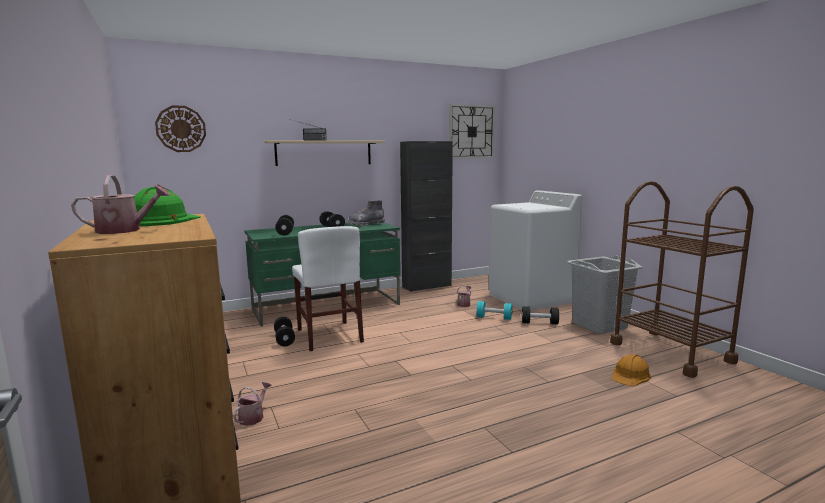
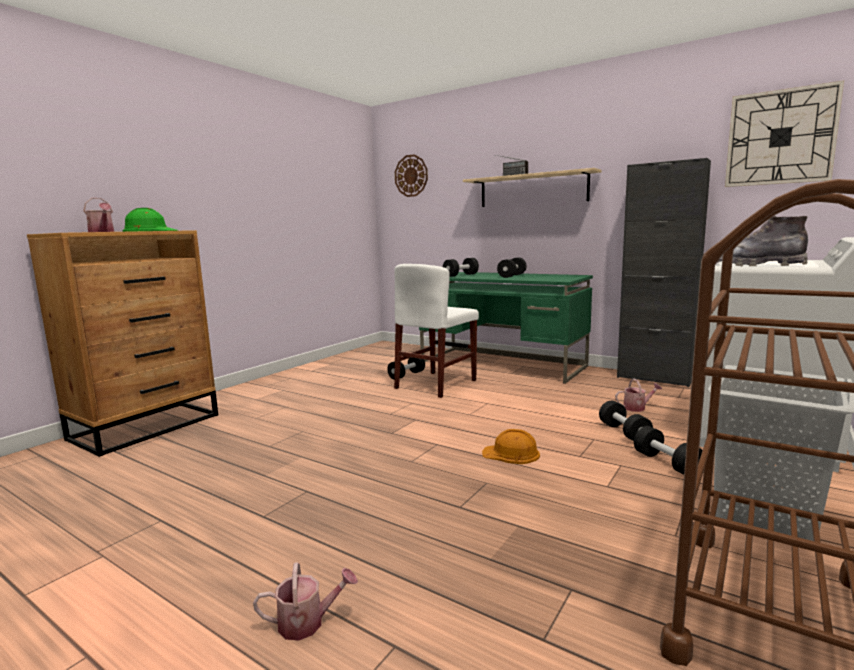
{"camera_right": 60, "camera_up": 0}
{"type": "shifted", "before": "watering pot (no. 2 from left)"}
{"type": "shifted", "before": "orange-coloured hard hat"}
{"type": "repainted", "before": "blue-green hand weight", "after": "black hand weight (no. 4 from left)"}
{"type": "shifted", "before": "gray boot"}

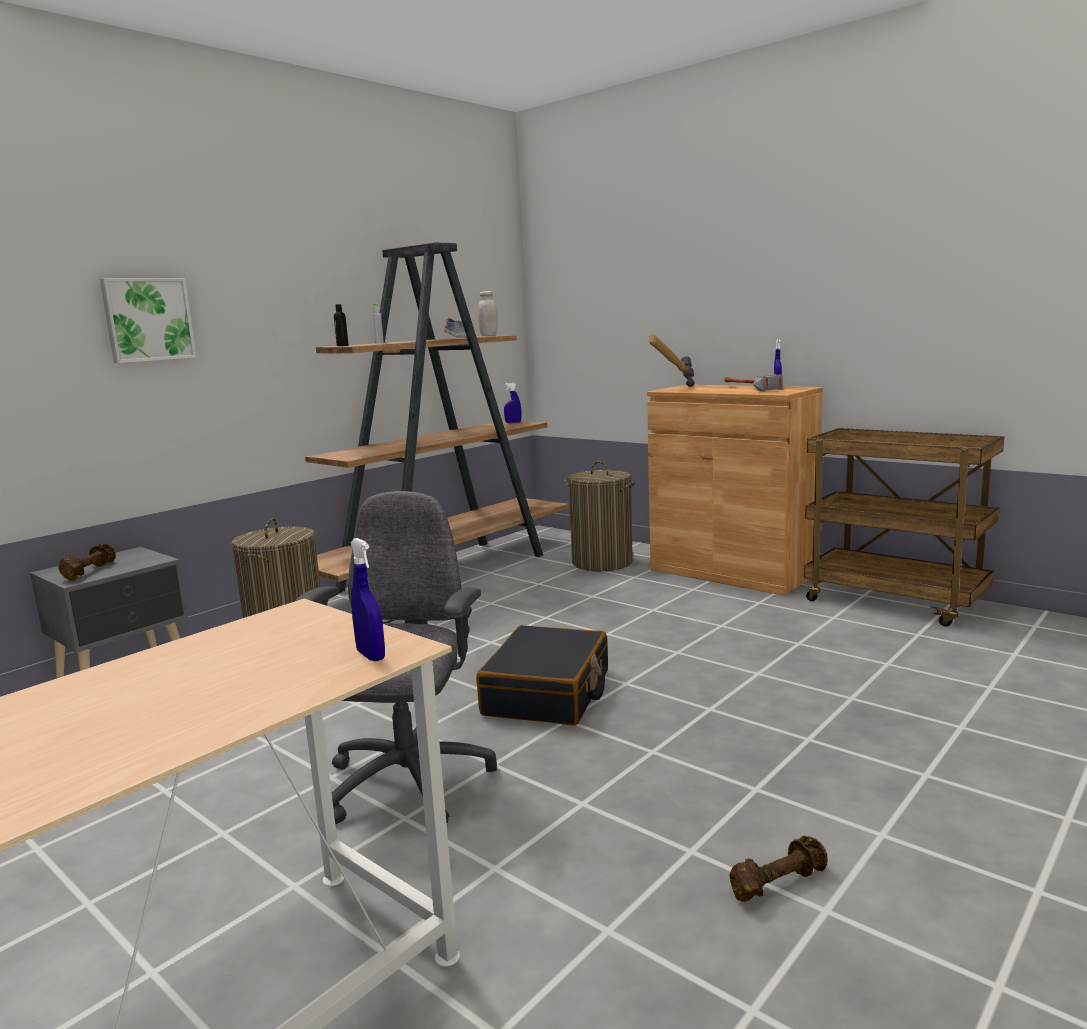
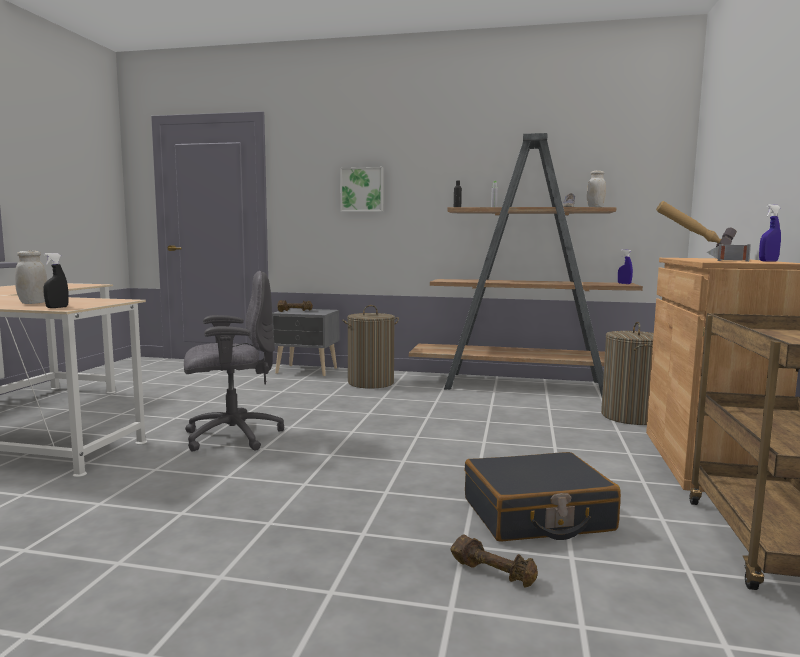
{"camera_right": 60, "camera_up": -5}
{"type": "new", "after": "white preserve jar (no. 1 from left)"}
{"type": "repainted", "before": "bluish spray bottle (no. 1 from left)", "after": "black spray bottle"}
{"type": "shifted", "before": "brownish hand weight (no. 2 from left)"}
{"type": "shifted", "before": "black piece of luggage"}

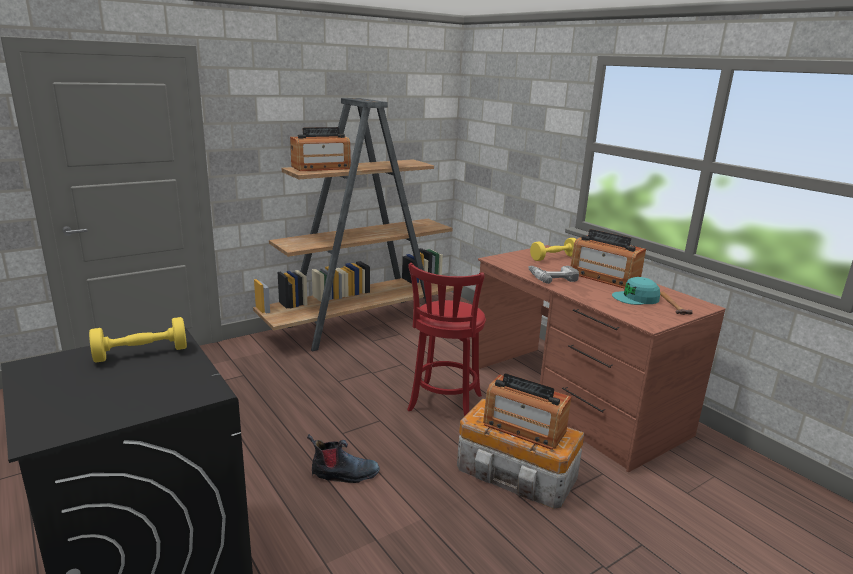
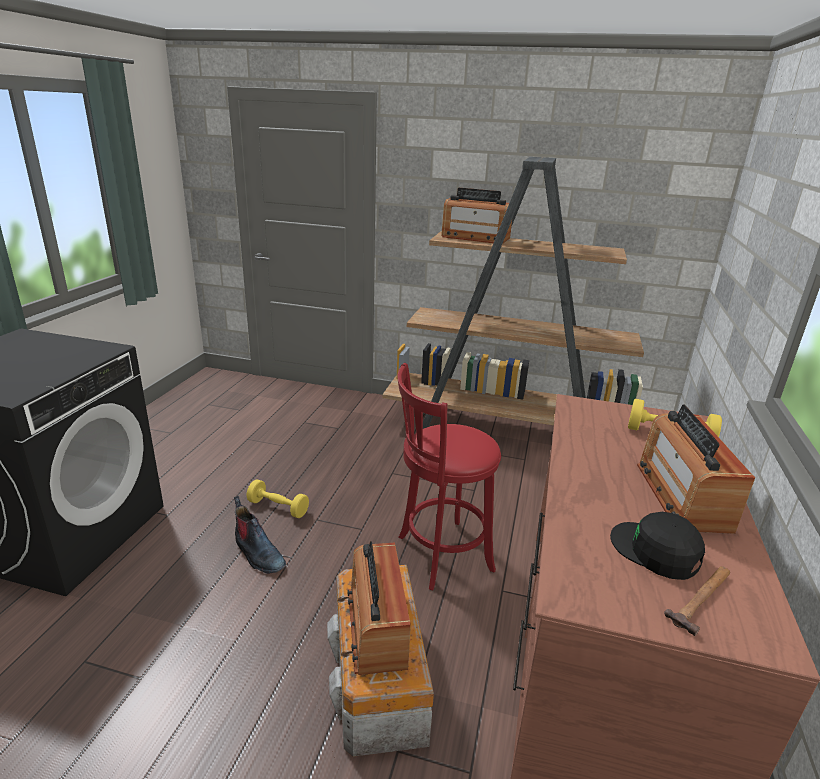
{"camera_right": 50, "camera_up": 5}
{"type": "shifted", "before": "yellowish hand weight (no. 1 from left)"}
{"type": "repainted", "before": "blue-green peaked cap", "after": "black peaked cap"}
{"type": "gone", "before": "power drill"}

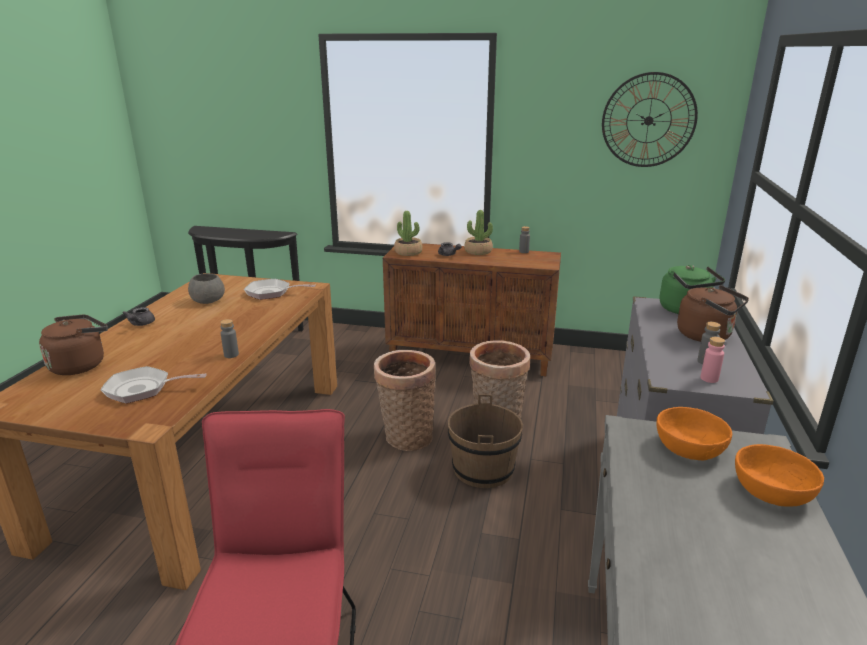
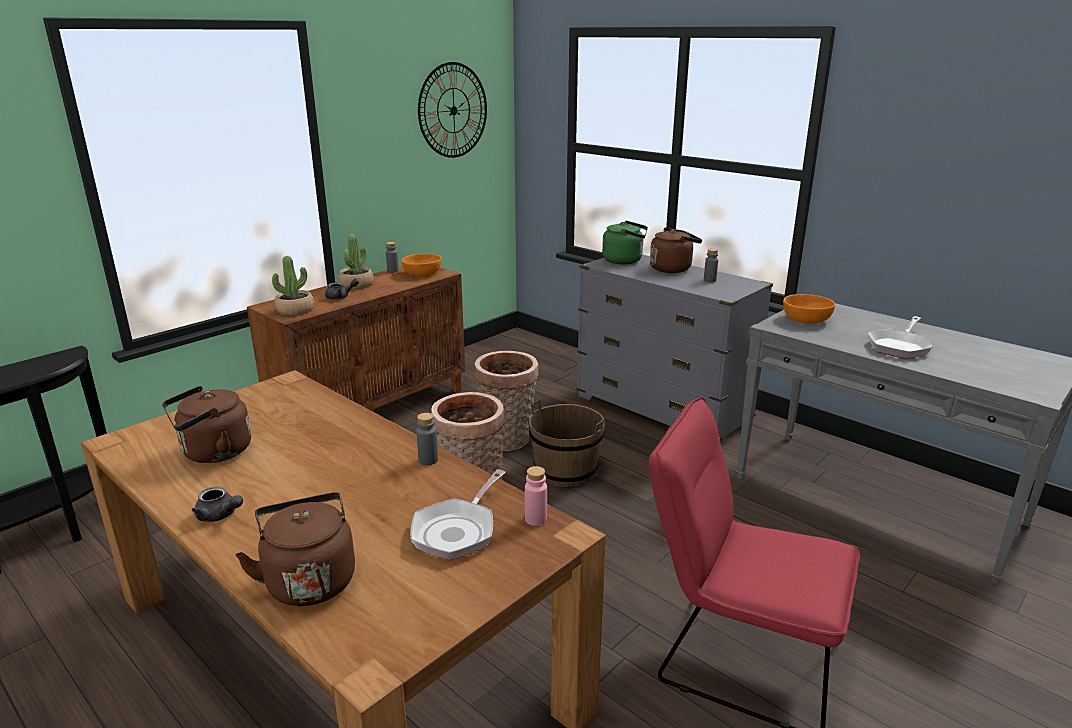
{"camera_right": -60, "camera_up": 0}
{"type": "swapped", "before": "gray bowl", "after": "brownish kettle (no. 1 from left)"}
{"type": "shifted", "before": "orange-coloured bowl (no. 2 from left in the first image)", "after": "orange-coloured bowl (no. 1 from left)"}
{"type": "shifted", "before": "pinkish beverage bottle"}
{"type": "shifted", "before": "skillet (no. 2 from left)"}

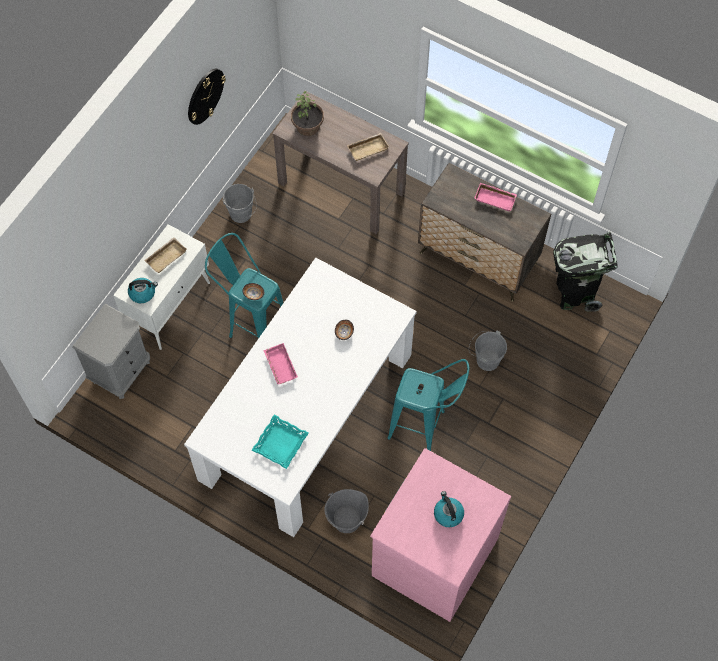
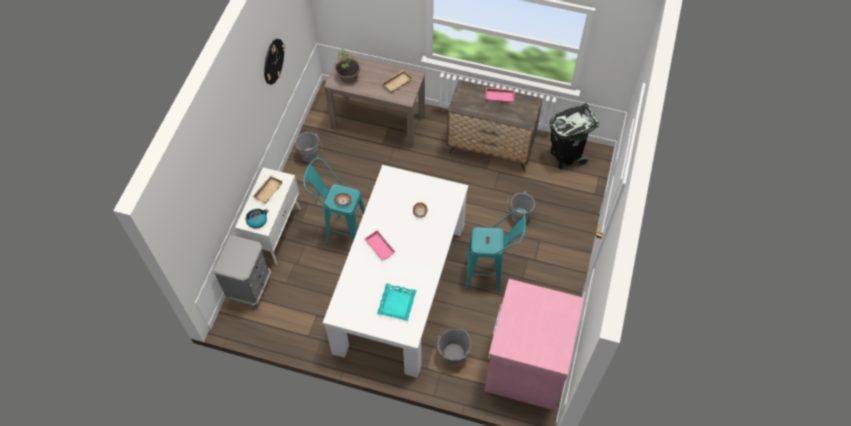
{"camera_right": -15, "camera_up": -5}
{"type": "gone", "before": "kettle (no. 2 from left)"}

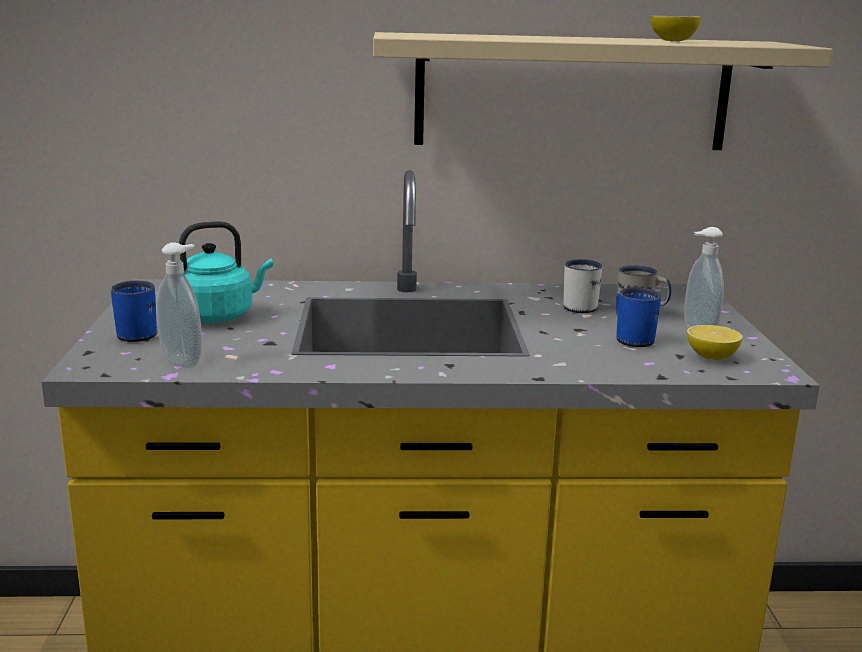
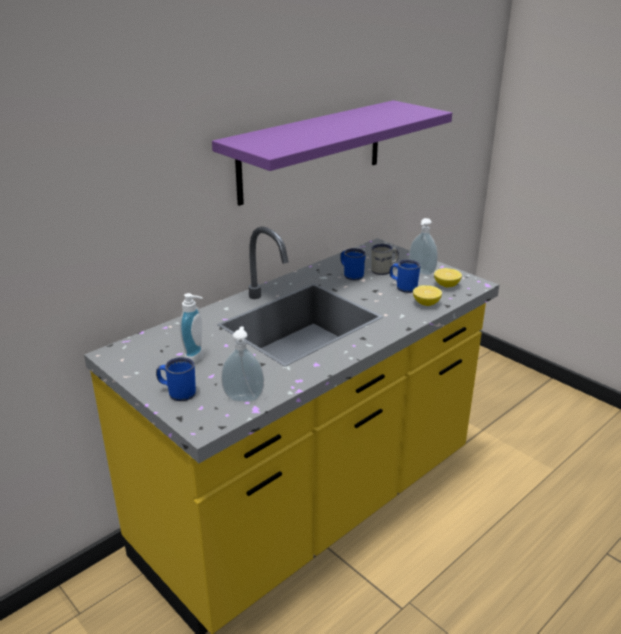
{"camera_right": -40, "camera_up": 10}
{"type": "swapped", "before": "blue-green kettle", "after": "liquid soap bottle (no. 1 from left)"}
{"type": "repainted", "before": "sand-coloured bracket shelf", "after": "purplish bracket shelf"}
{"type": "repainted", "before": "white mug (no. 1 from left)", "after": "bluish mug (no. 2 from left)"}
{"type": "shifted", "before": "lemon (no. 1 from left)"}

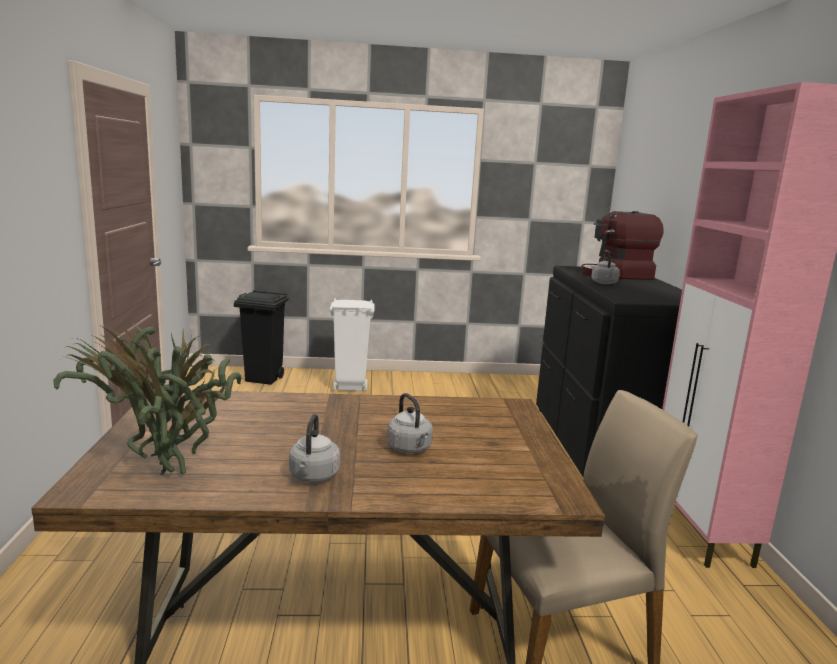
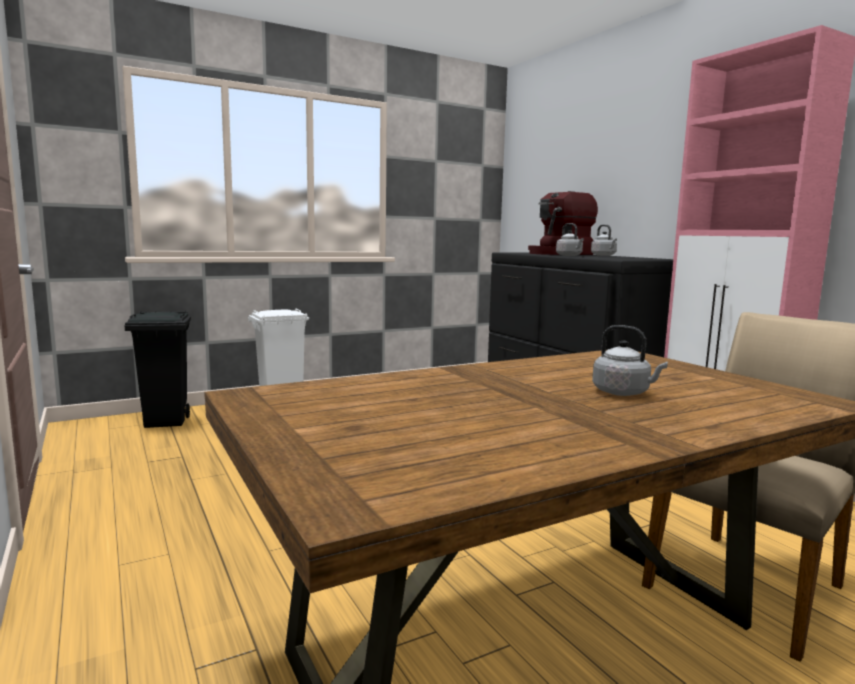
{"camera_right": -25, "camera_up": -5}
{"type": "shifted", "before": "gray kettle (no. 1 from left in the first image)", "after": "gray kettle (no. 2 from left)"}
{"type": "gone", "before": "plant in a pot"}

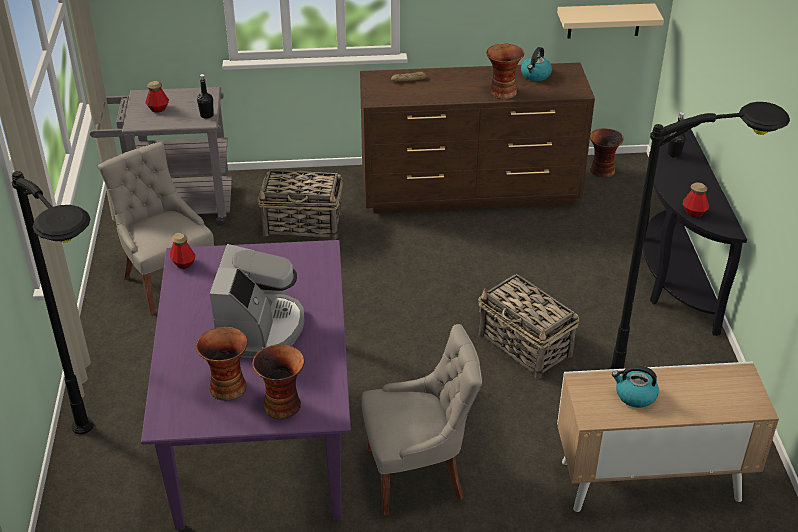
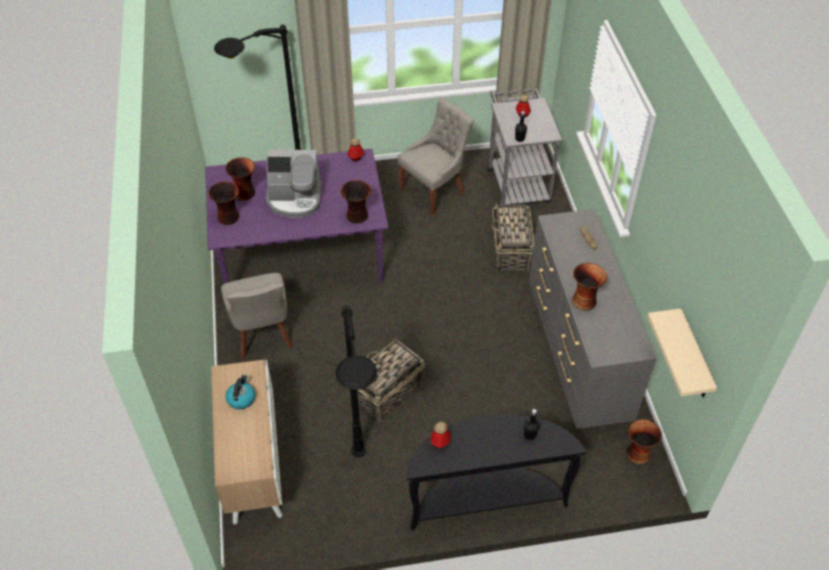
{"camera_right": 85, "camera_up": 10}
{"type": "new", "after": "flower vase (no. 3 from left)"}
{"type": "repainted", "before": "brownish dresser", "after": "gray dresser"}
{"type": "gone", "before": "kettle (no. 1 from left)"}

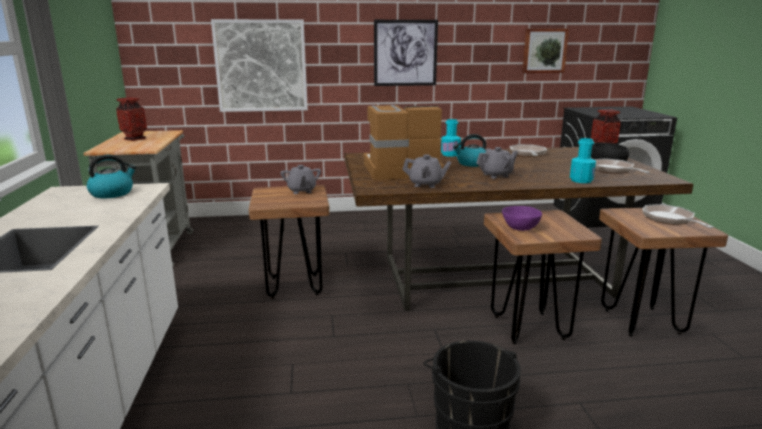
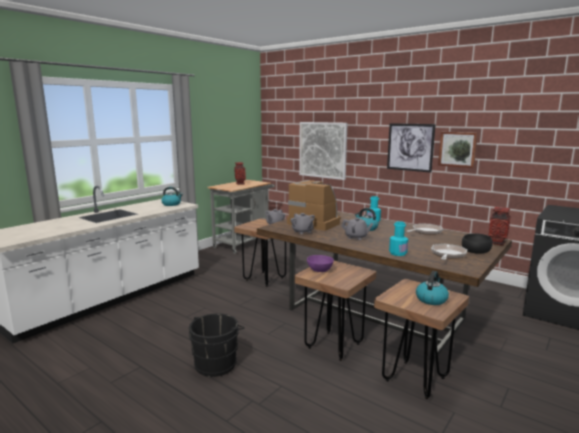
{"camera_right": 45, "camera_up": -5}
{"type": "swapped", "before": "skillet (no. 3 from left)", "after": "kettle (no. 3 from left)"}
{"type": "shifted", "before": "picture (no. 3 from left)"}

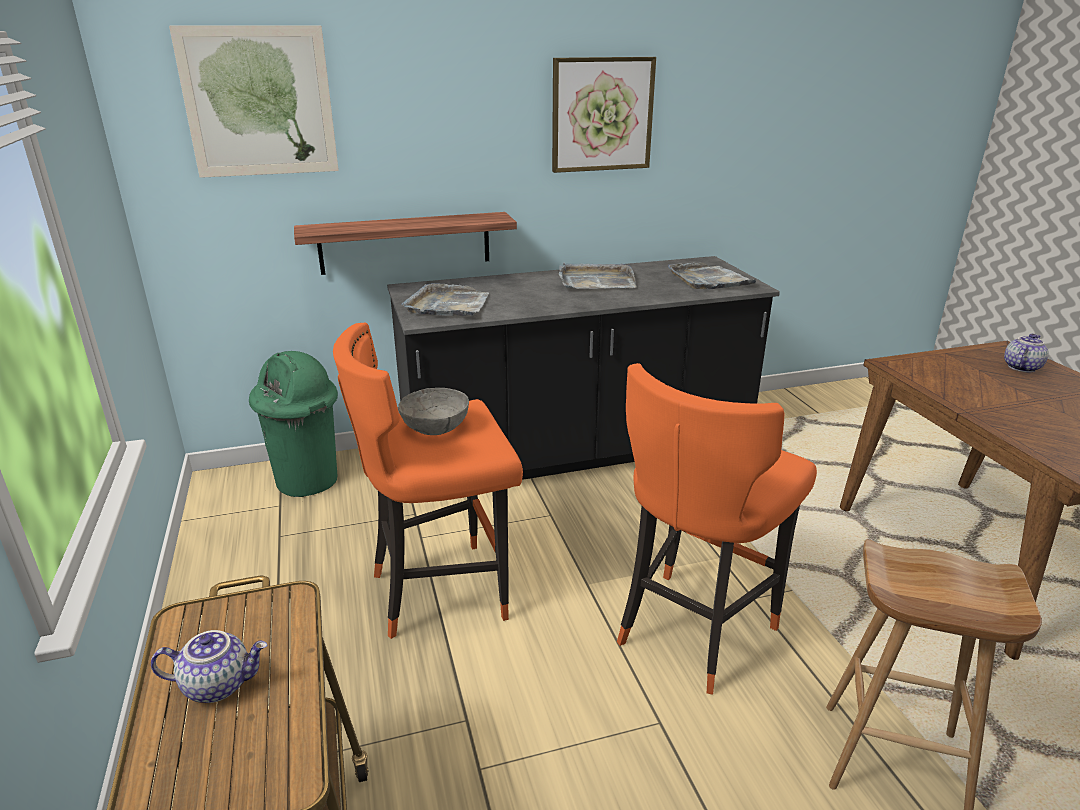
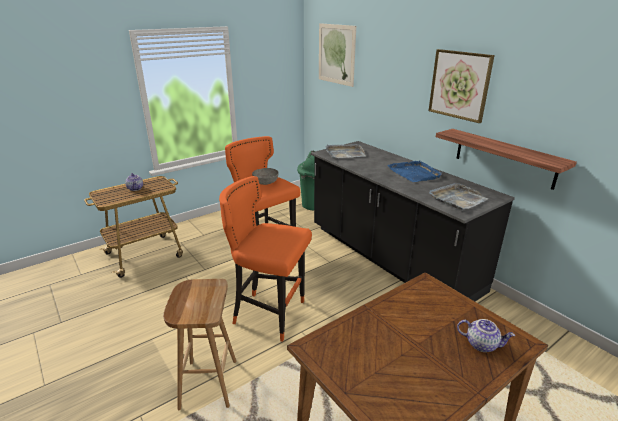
{"camera_right": 70, "camera_up": 0}
{"type": "repainted", "before": "gray serving tray (no. 2 from left)", "after": "bluish serving tray"}
{"type": "shifted", "before": "bracket shelf"}

